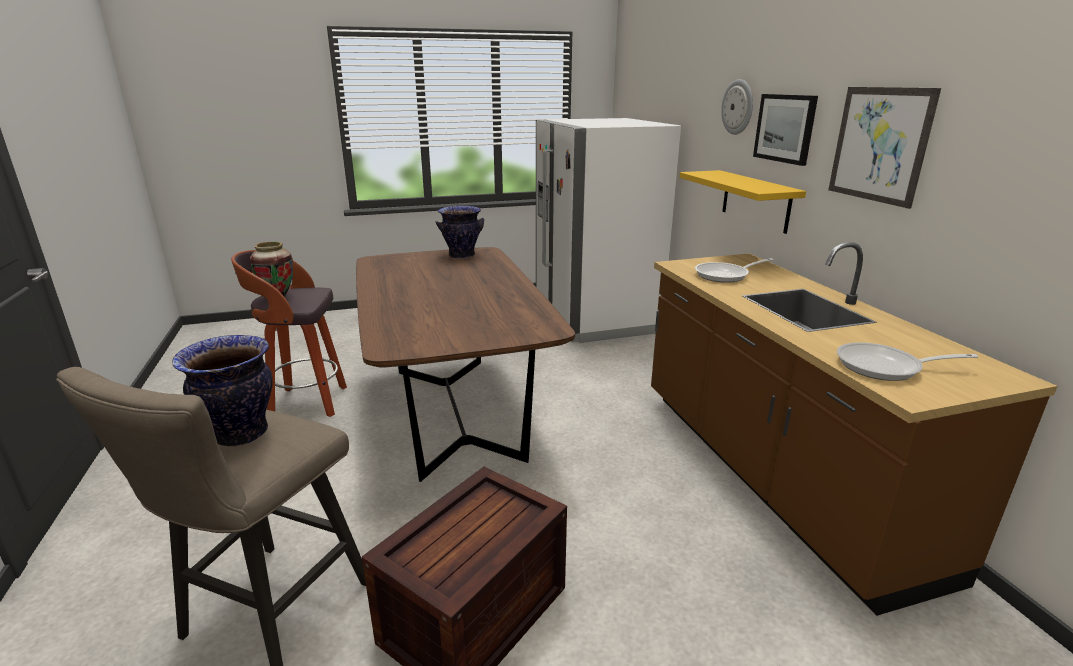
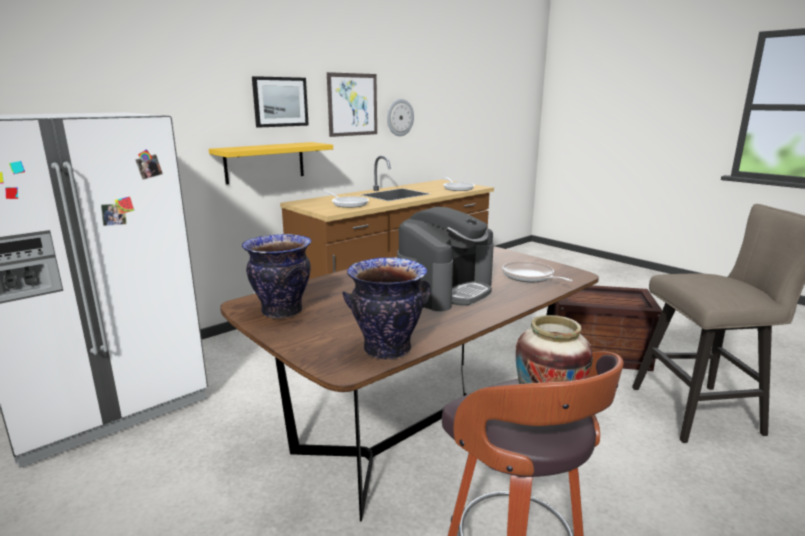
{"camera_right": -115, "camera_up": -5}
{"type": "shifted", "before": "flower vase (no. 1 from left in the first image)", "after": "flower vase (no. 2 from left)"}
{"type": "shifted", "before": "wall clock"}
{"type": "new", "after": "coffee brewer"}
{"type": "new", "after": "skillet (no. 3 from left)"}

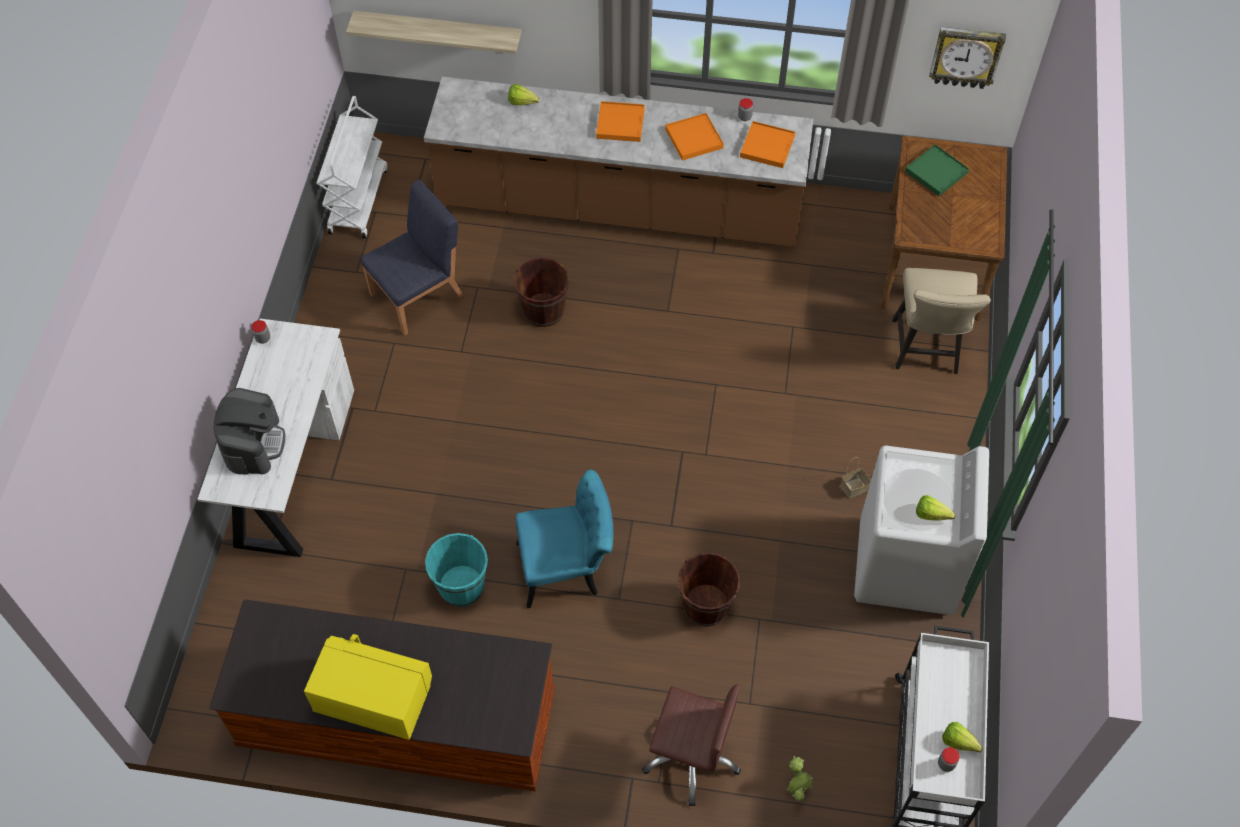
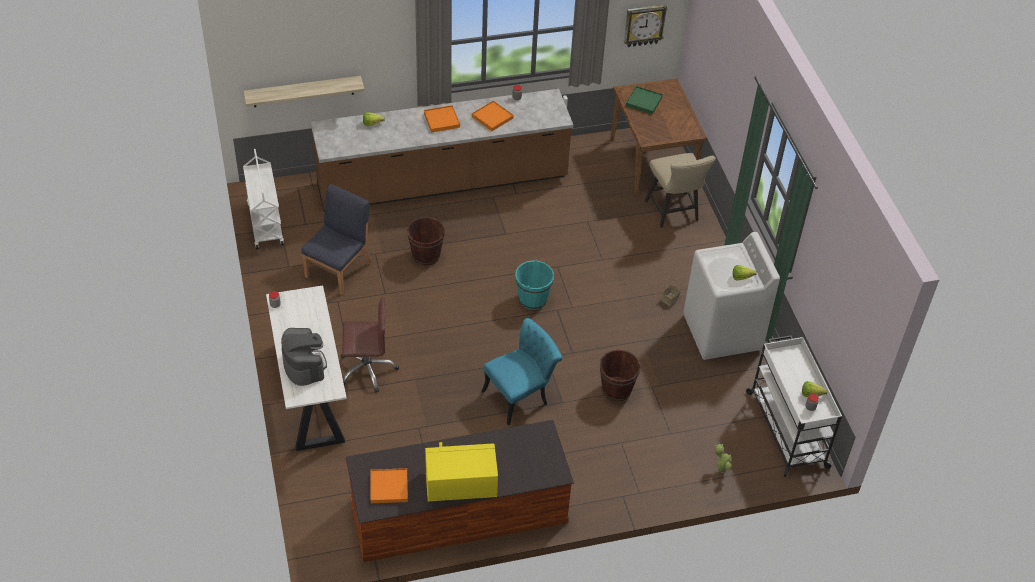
{"camera_right": -25, "camera_up": -10}
{"type": "shifted", "before": "brownish computer chair"}
{"type": "shifted", "before": "orange-coloured serving tray (no. 3 from left in the first image)", "after": "orange-coloured serving tray (no. 1 from left)"}
{"type": "shifted", "before": "blue-green bucket"}

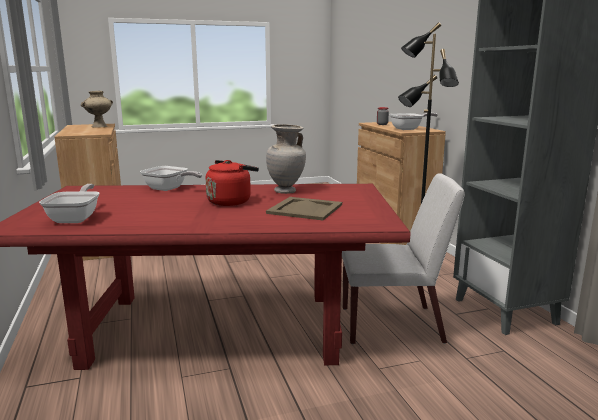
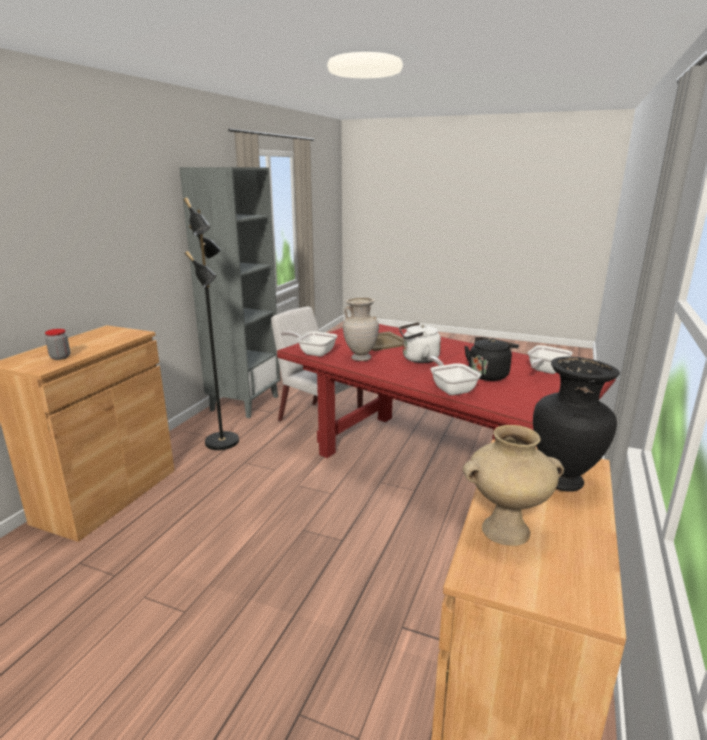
{"camera_right": -140, "camera_up": 5}
{"type": "shifted", "before": "skillet (no. 3 from left in the first image)", "after": "skillet (no. 1 from left)"}
{"type": "repainted", "before": "red kettle", "after": "white kettle"}
{"type": "new", "after": "black kettle"}
{"type": "new", "after": "black flower vase"}

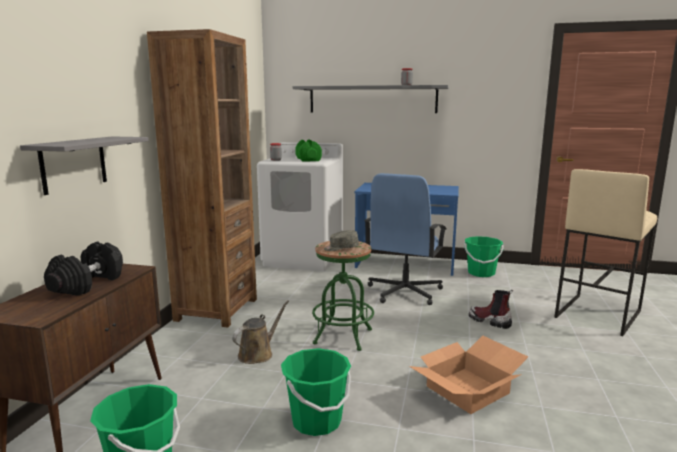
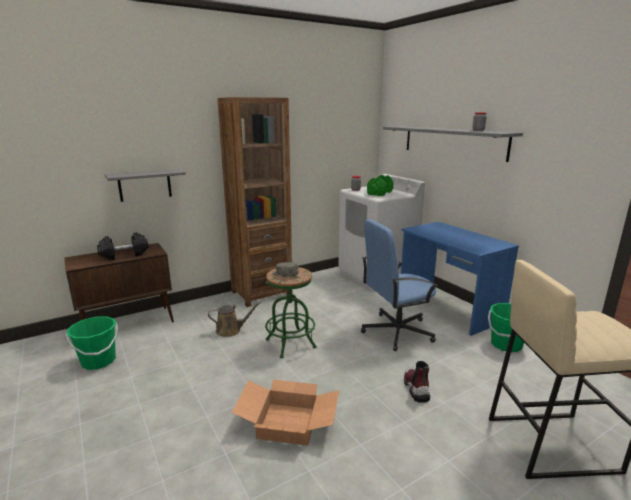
{"camera_right": 45, "camera_up": 5}
{"type": "gone", "before": "green bucket (no. 2 from left)"}

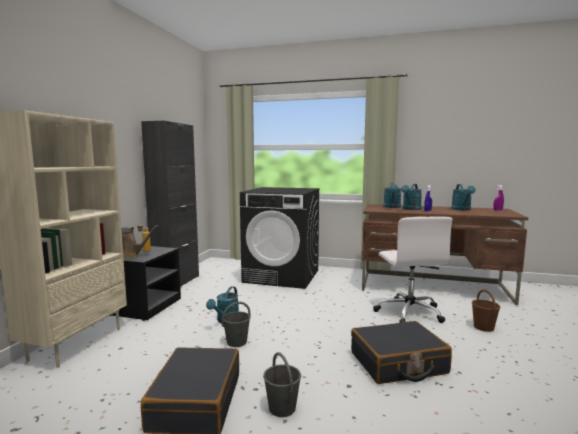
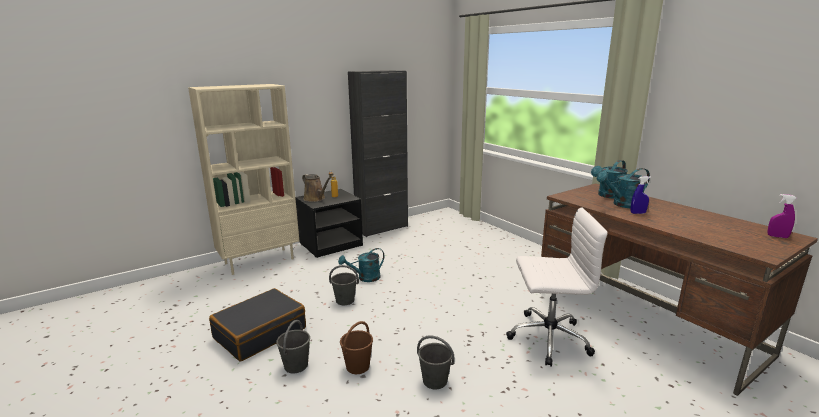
{"camera_right": 40, "camera_up": 10}
{"type": "shifted", "before": "brownish bucket"}
{"type": "swapped", "before": "black piece of luggage (no. 2 from left)", "after": "gray bucket (no. 3 from left)"}
{"type": "rotated", "before": "white computer chair", "turn": -120}
{"type": "gone", "before": "black washing machine"}
{"type": "gone", "before": "blue-green watering pot (no. 4 from left)"}

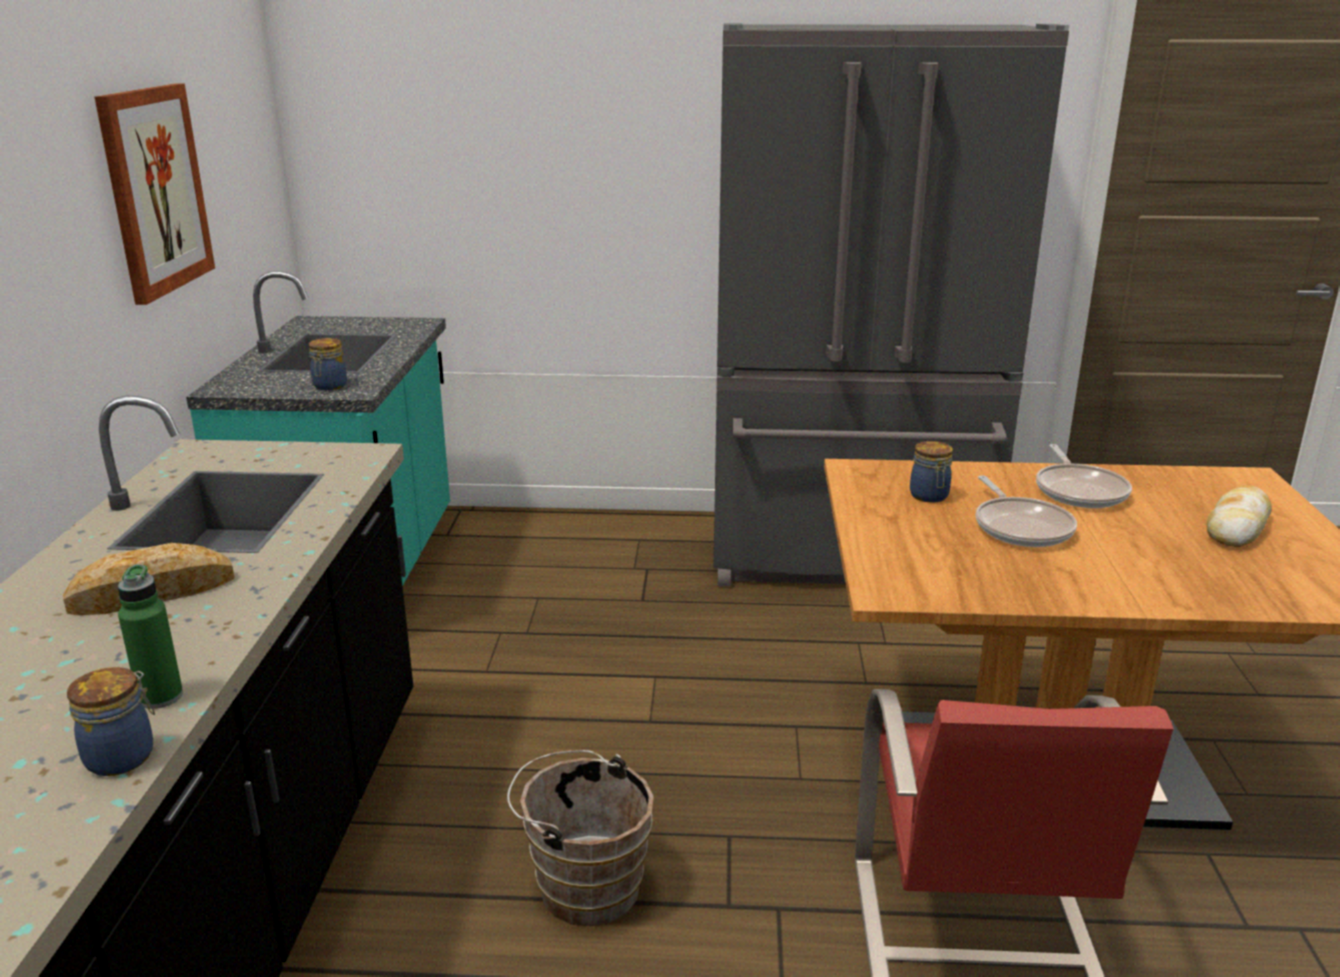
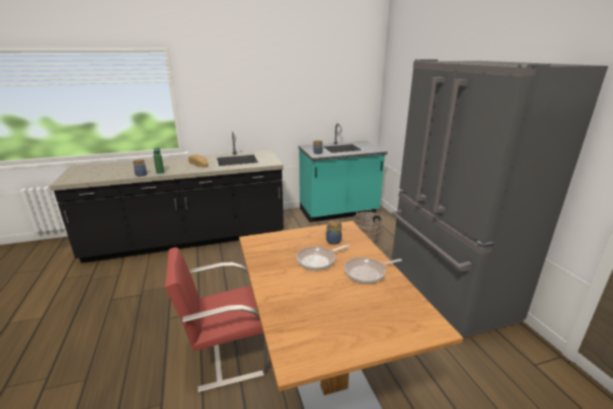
{"camera_right": 70, "camera_up": 0}
{"type": "shifted", "before": "brownish bucket"}
{"type": "gone", "before": "picture"}
{"type": "gone", "before": "bread (no. 2 from left)"}

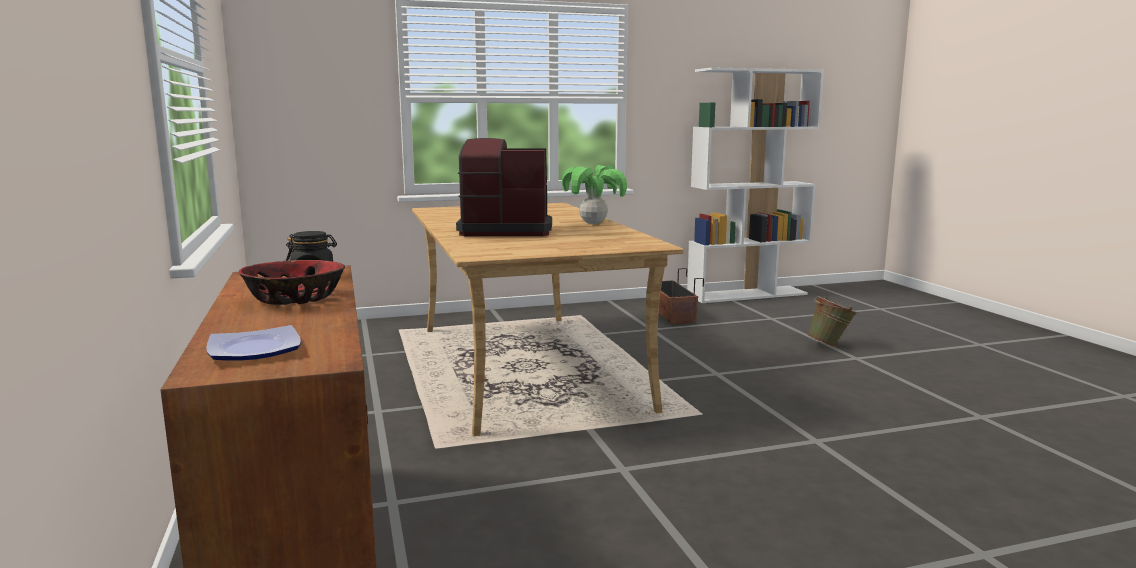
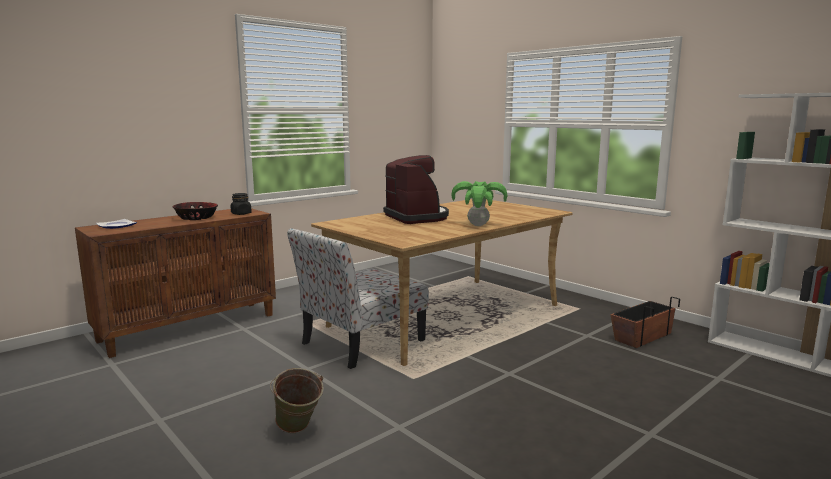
{"camera_right": 65, "camera_up": 0}
{"type": "shifted", "before": "green bucket"}
{"type": "new", "after": "chair"}

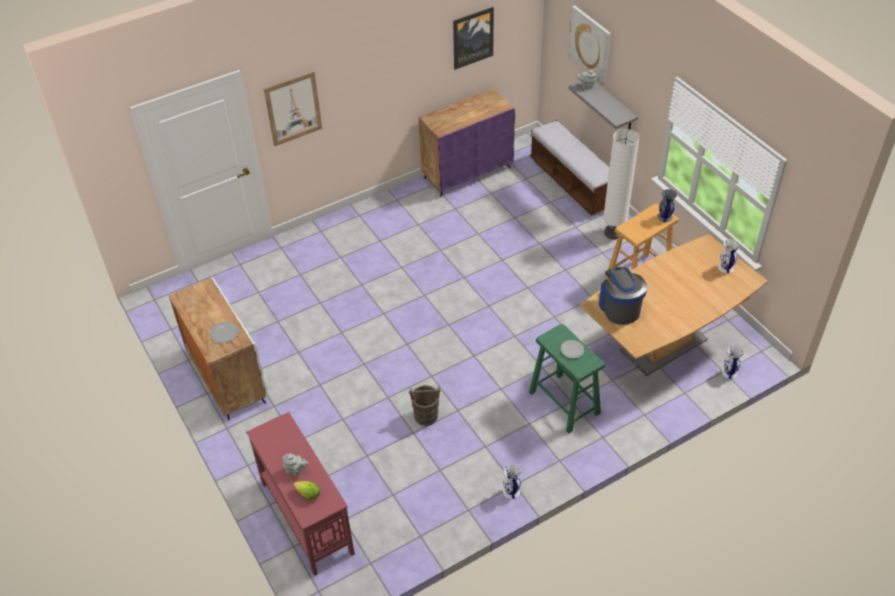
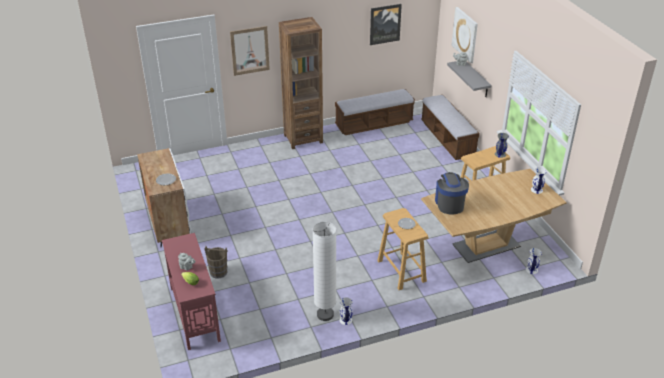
{"camera_right": 10, "camera_up": -10}
{"type": "shifted", "before": "brownish bucket"}
{"type": "new", "after": "brownish bookshelf"}
{"type": "shifted", "before": "white floor lamp"}
{"type": "swapped", "before": "purplish cupboard", "after": "long seat (no. 1 from left)"}
{"type": "repainted", "before": "green stool", "after": "sand-coloured stool (no. 1 from left)"}

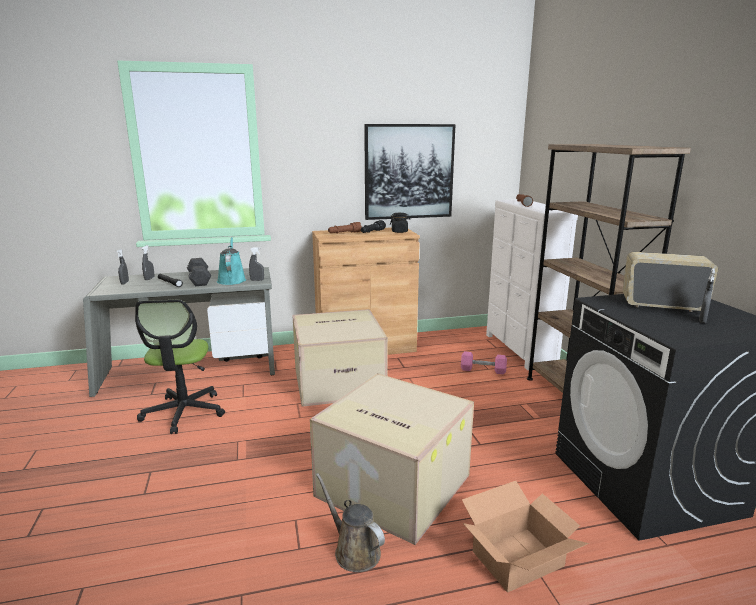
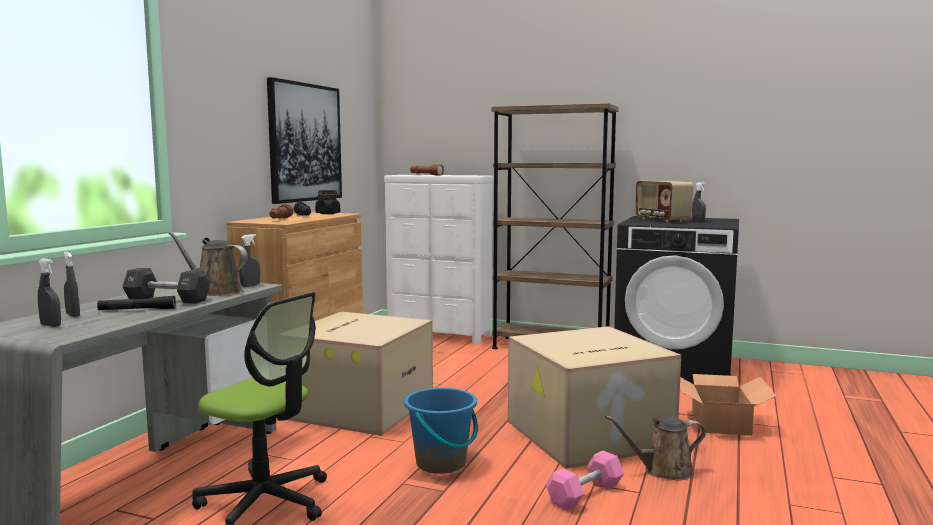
{"camera_right": -55, "camera_up": -10}
{"type": "repainted", "before": "blue-green watering pot", "after": "brownish watering pot (no. 1 from left)"}
{"type": "new", "after": "bluish bucket"}
{"type": "shifted", "before": "pinkish hand weight"}
{"type": "rotated", "before": "radio set", "turn": -75}

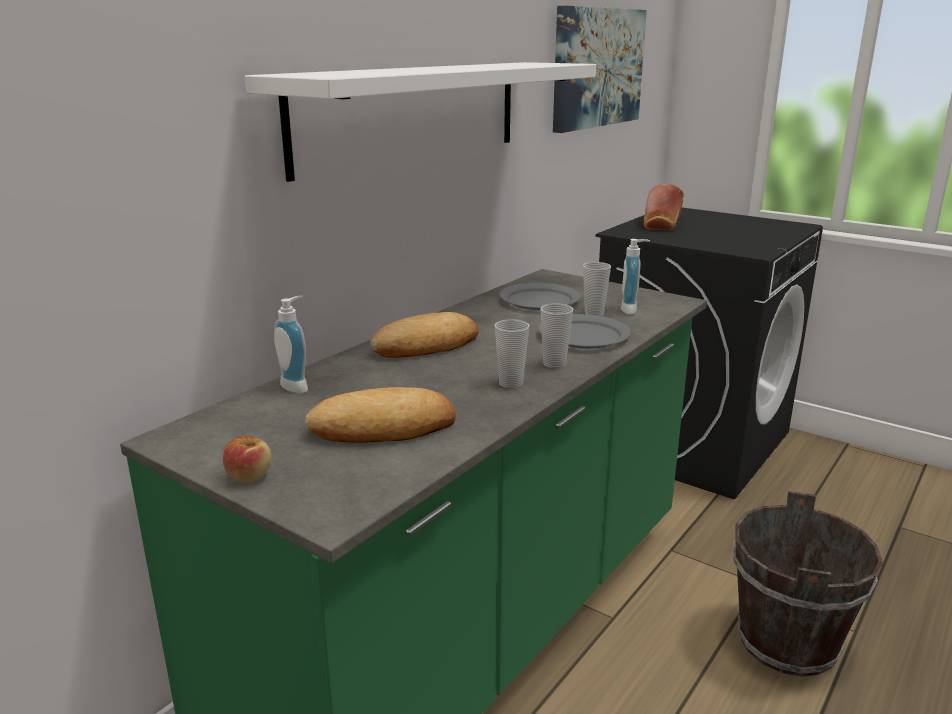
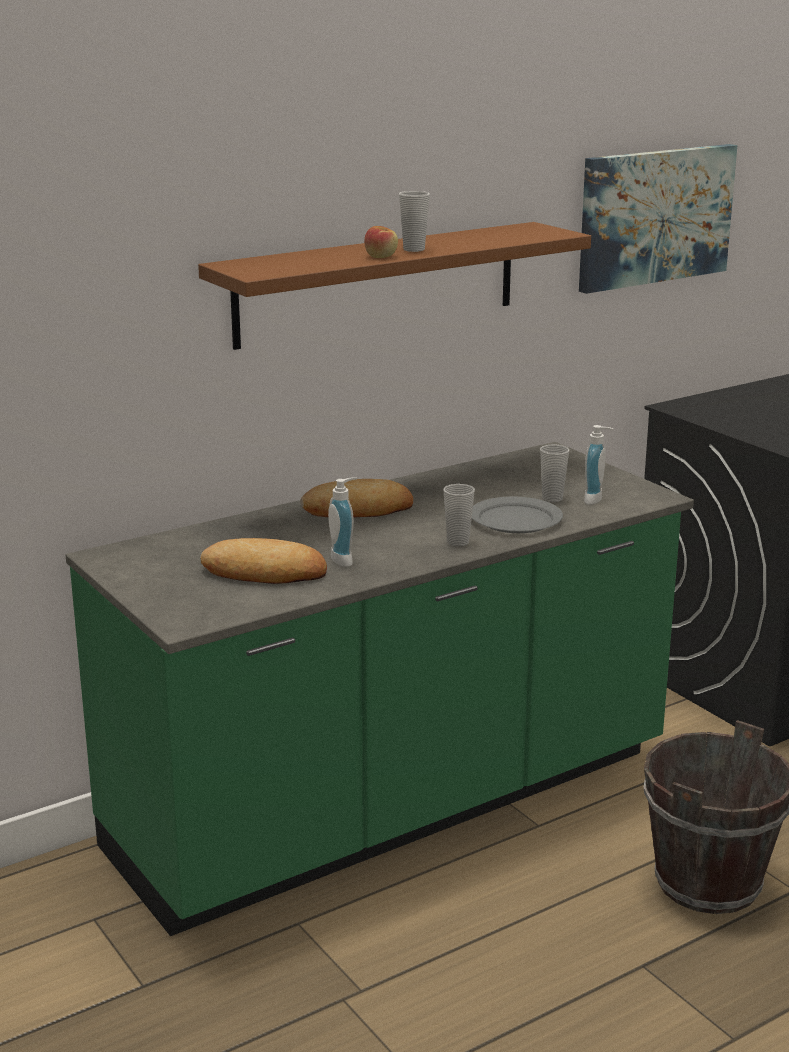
{"camera_right": 20, "camera_up": 0}
{"type": "repainted", "before": "white bracket shelf", "after": "brownish bracket shelf"}
{"type": "shifted", "before": "liquid soap bottle (no. 1 from left)"}
{"type": "shifted", "before": "apple"}
{"type": "shifted", "before": "cup (no. 1 from left)"}
{"type": "gone", "before": "gray flat dish (no. 1 from left)"}
{"type": "gone", "before": "bread (no. 3 from left)"}

